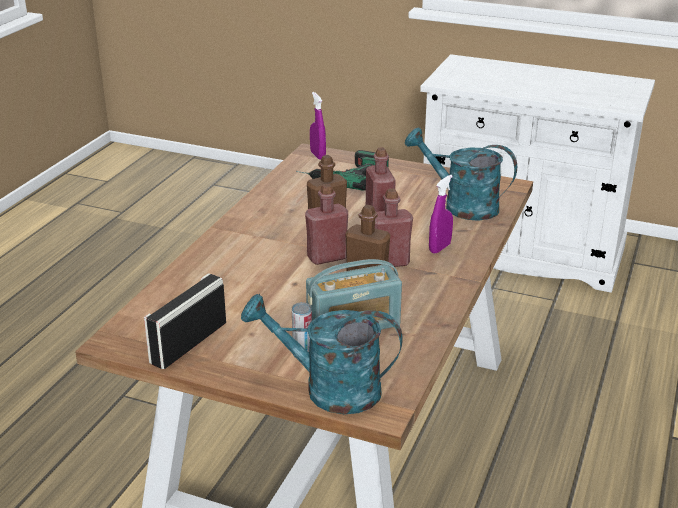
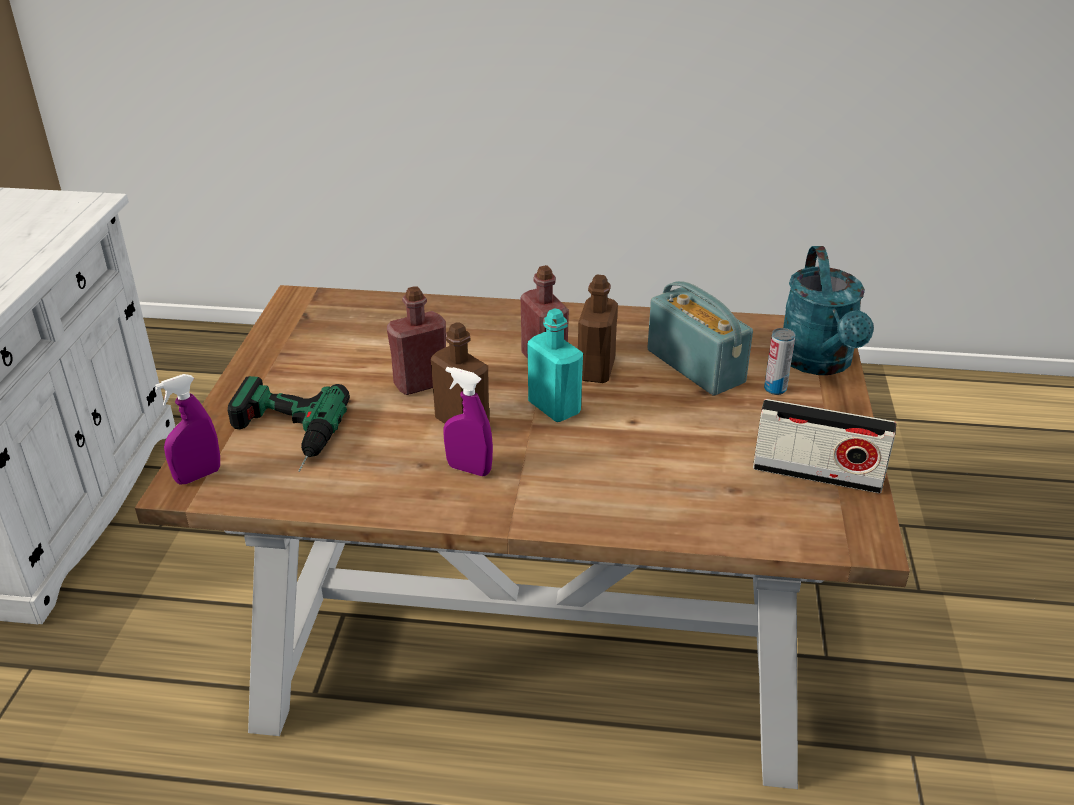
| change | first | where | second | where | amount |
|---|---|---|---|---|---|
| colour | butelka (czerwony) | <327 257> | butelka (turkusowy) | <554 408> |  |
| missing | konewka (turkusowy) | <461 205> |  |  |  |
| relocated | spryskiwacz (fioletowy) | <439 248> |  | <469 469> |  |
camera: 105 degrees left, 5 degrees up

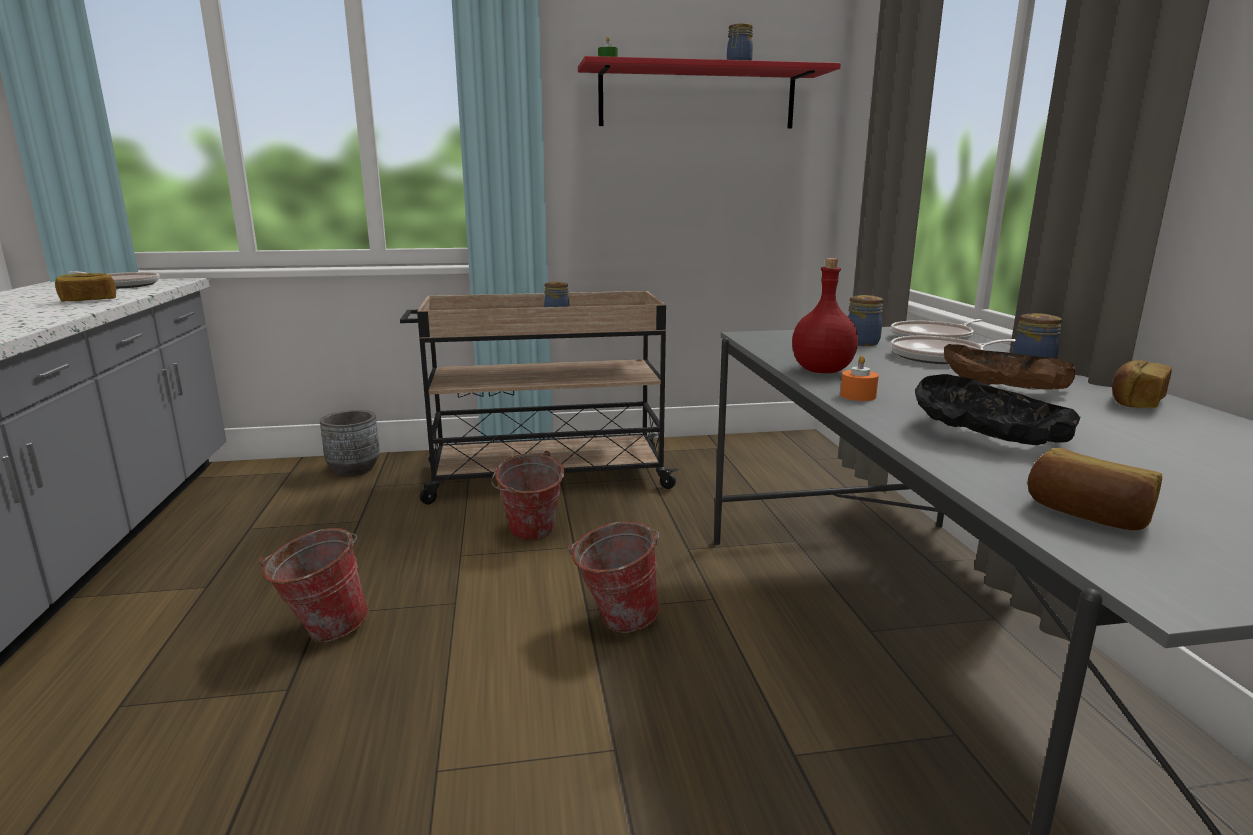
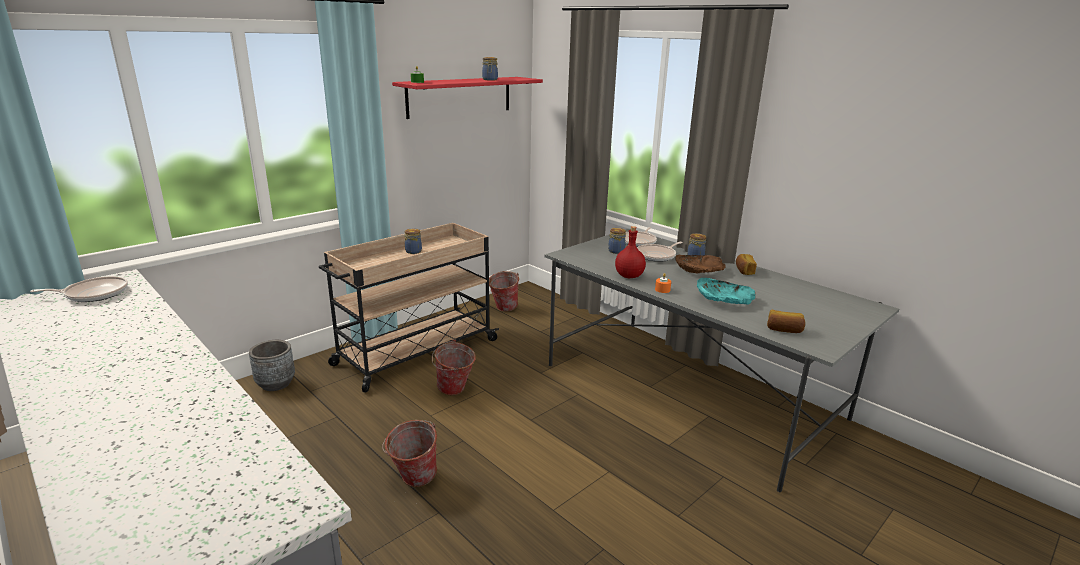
| change | first | where | second | where | amount |
|---|---|---|---|---|---|
| missing | chleb | <89 300> |  |  |  |
| relocated | wiadro | <615 621> |  | <503 309> |  |
| colour | miska (czarny) | <985 432> | miska (turkusowy) | <723 300> |  |
camera: 35 degrees left, 5 degrees up

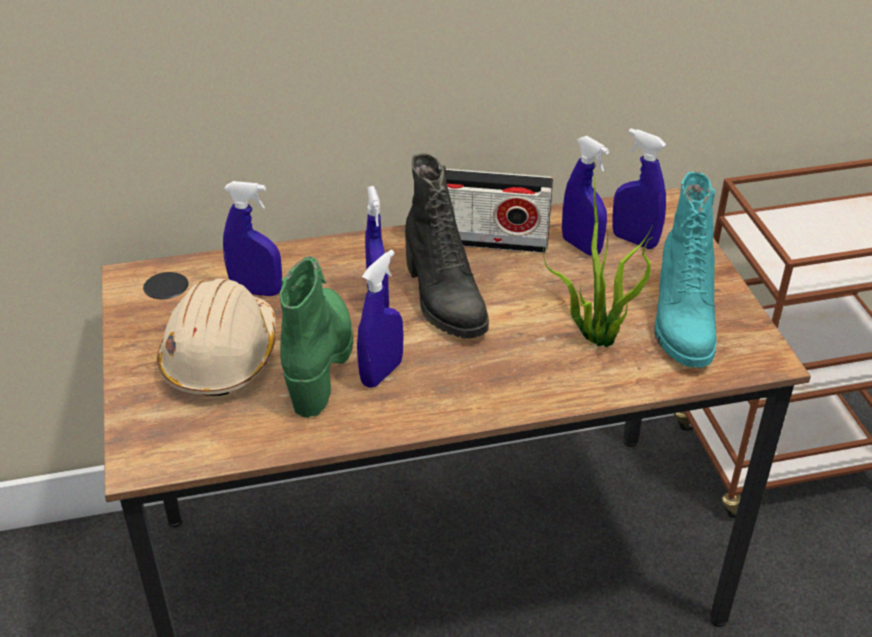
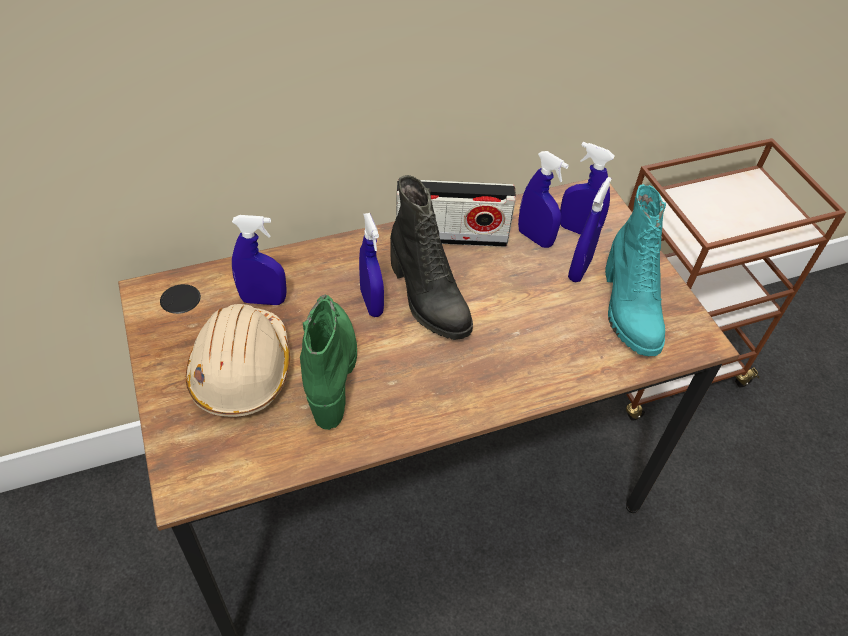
| change | first | where | second | where | amount |
|---|---|---|---|---|---|
| relocated | spryskiwacz (niebieski) | <381 373> |  | <579 270> |  |
| missing | roślina doniczkowa | <595 336> |  |  |  |
camera: 10 degrees left, 10 degrees up

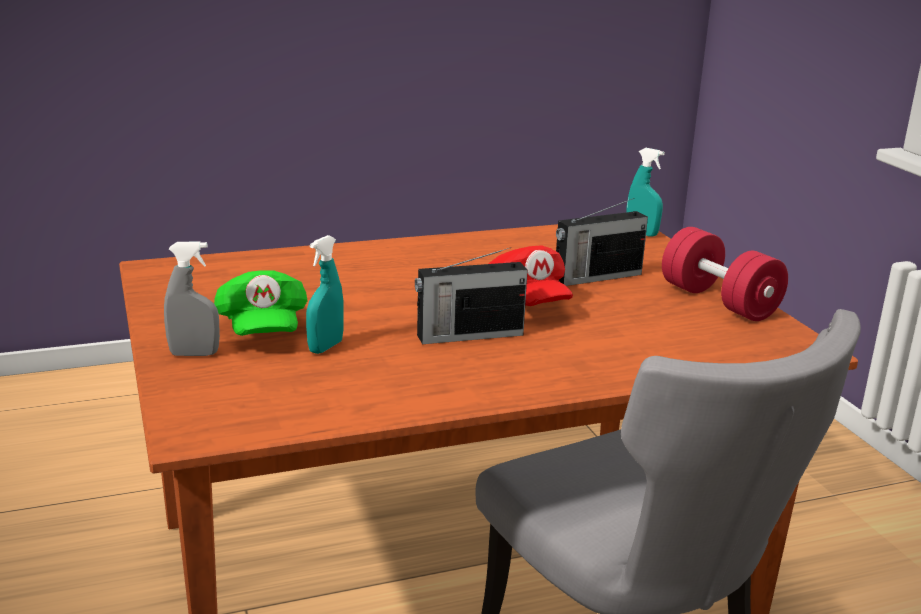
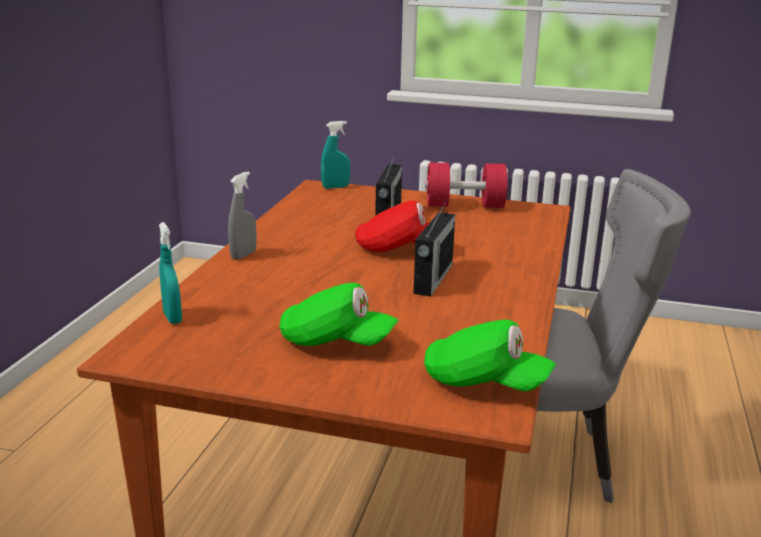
| change | first | where | second | where | amount |
|---|---|---|---|---|---|
| relocated | spryskiwacz (szary) | <194 354> |  | <243 255> |  |
| relocated | spryskiwacz (turkusowy) | <325 347> |  | <172 317> |  |
| appeared |  |  | czapka z daszkiem (zielony) | <484 383> |  |
camera: 55 degrees left, 0 degrees up

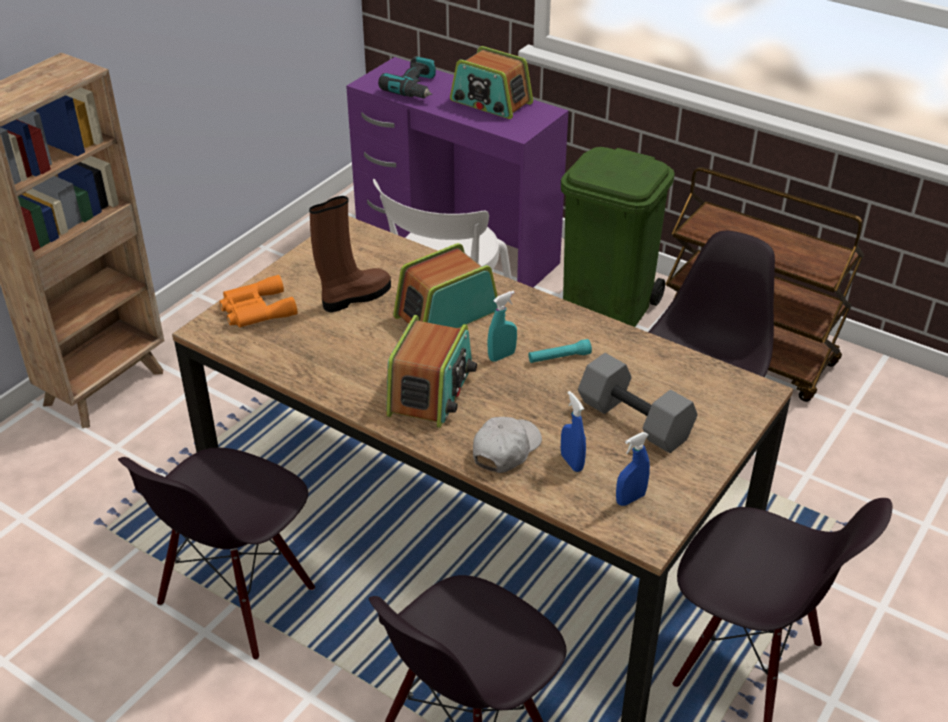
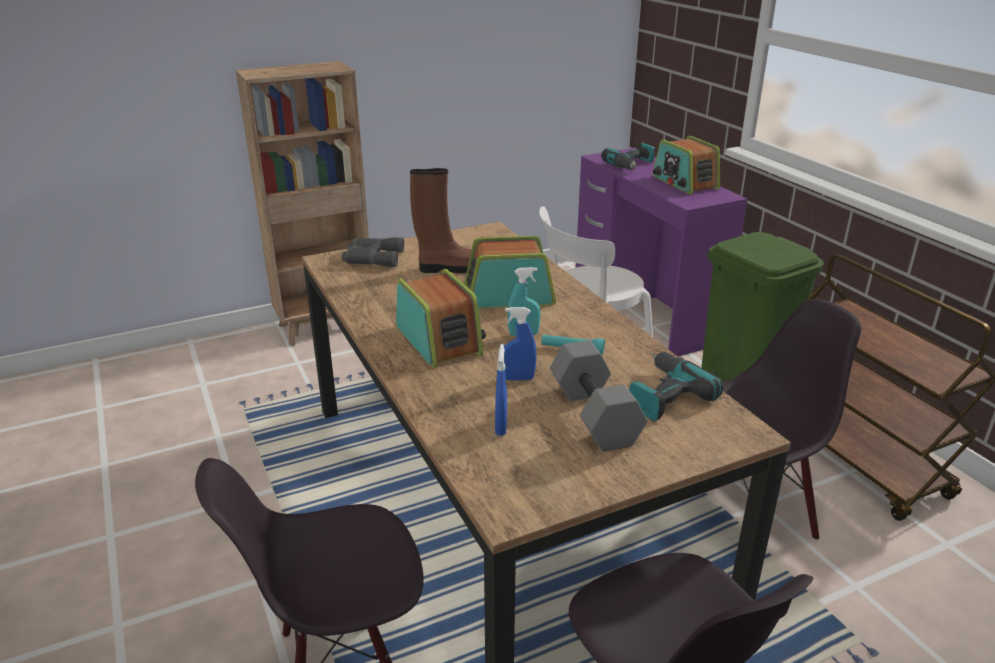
| change | first | where | second | where | amount |
|---|---|---|---|---|---|
| missing | krzesło (czarny) | <237 598> |  |  |  |
| colour | lornetka (pomarańczowy) | <255 310> | lornetka (szary) | <372 258> |  |
| spun | radio | <431 391> |  | <439 340> | 75 degrees counterclockwise |
| missing | czapka z daszkiem (biały) | <505 450> |  |  |  |
| relocated | spryskiwacz (niebieski) | <630 499> |  | <518 378> |  |
| appeared |  |  | wiertarka | <664 396> |  |
camera: 30 degrees right, 10 degrees down

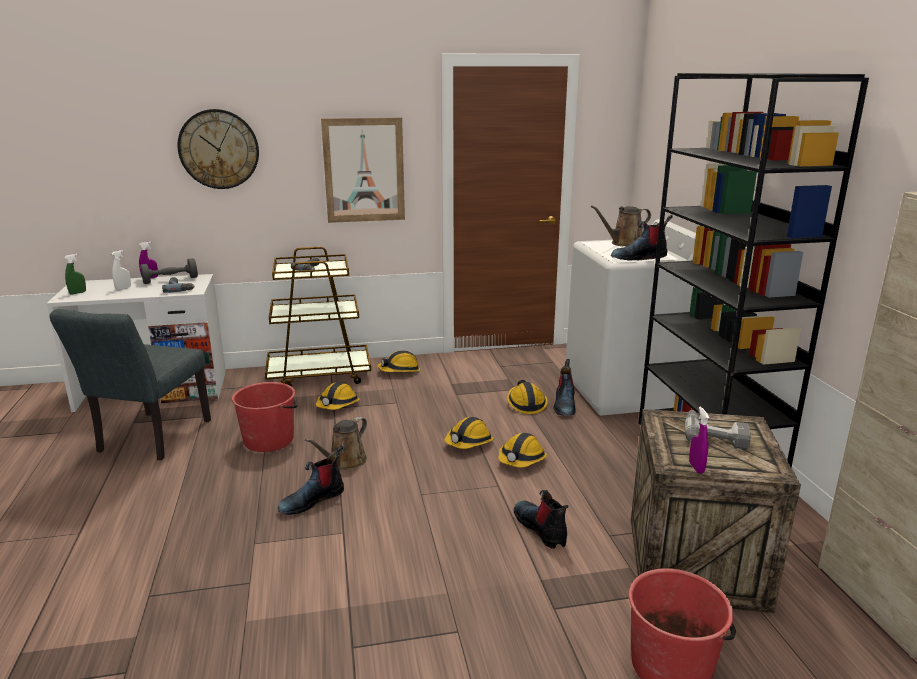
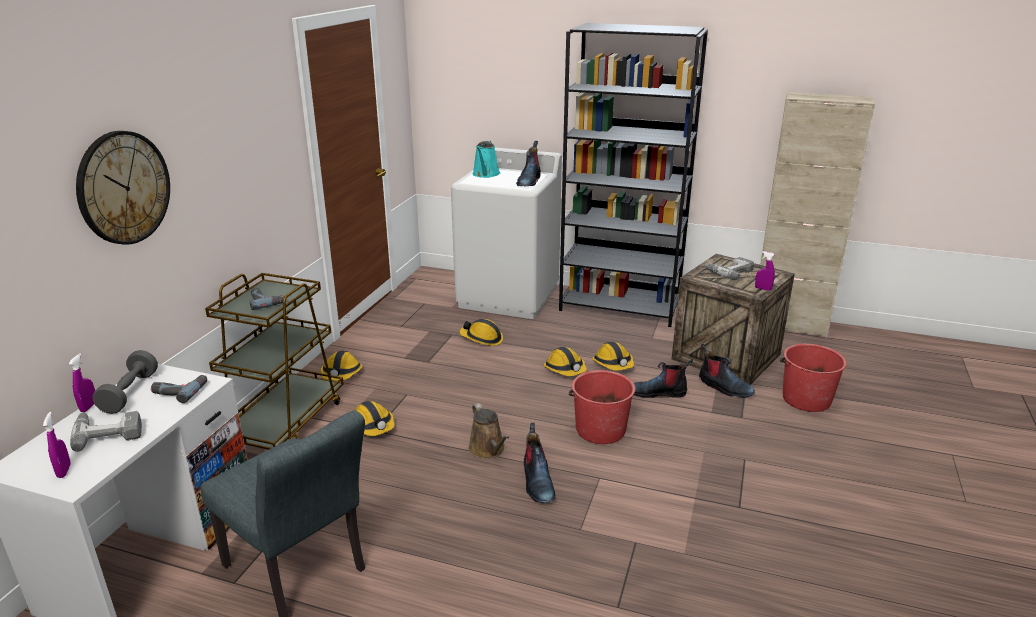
| change | first | where | second | where | amount |
|---|---|---|---|---|---|
| colour | spryskiwacz (zielony) | <78 293> | spryskiwacz (fioletowy) | <64 471> |  |
| exchanged | spryskiwacz (biały) | <123 288> | wiertarka | <108 431> |  |
| relocated | wiadro (czerwony) | <269 440> |  | <600 429> |  |
| missing | obraz | <364 170> |  |  |  |
| relocated | kask | <469 443> |  | <613 364> |  |
| relocated | but z cholewką | <564 405> |  | <724 387> |  |
| colour | konewka (brązowy) | <624 243> | konewka (turkusowy) | <485 174> |  |
camera: 60 degrees left, 5 degrees up

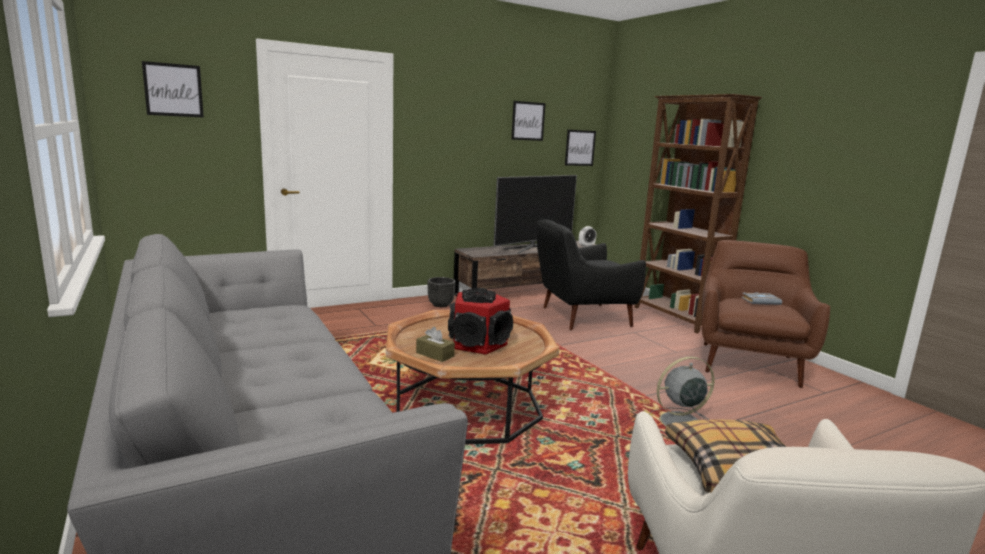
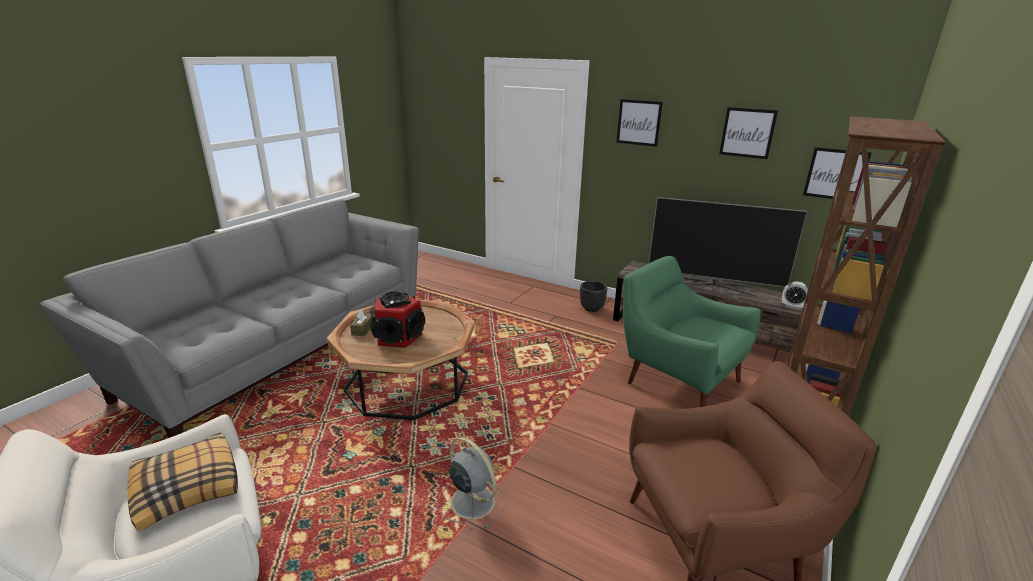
| change | first | where | second | where | amount |
|---|---|---|---|---|---|
| relocated | obraz | <173 90> |  | <639 122> |  |
| colour | fotel (czarny) | <581 317> | fotel (zielony) | <678 380> |  |
| missing | książka (szary) | <761 301> |  |  |  |
camera: 60 degrees right, 10 degrees up

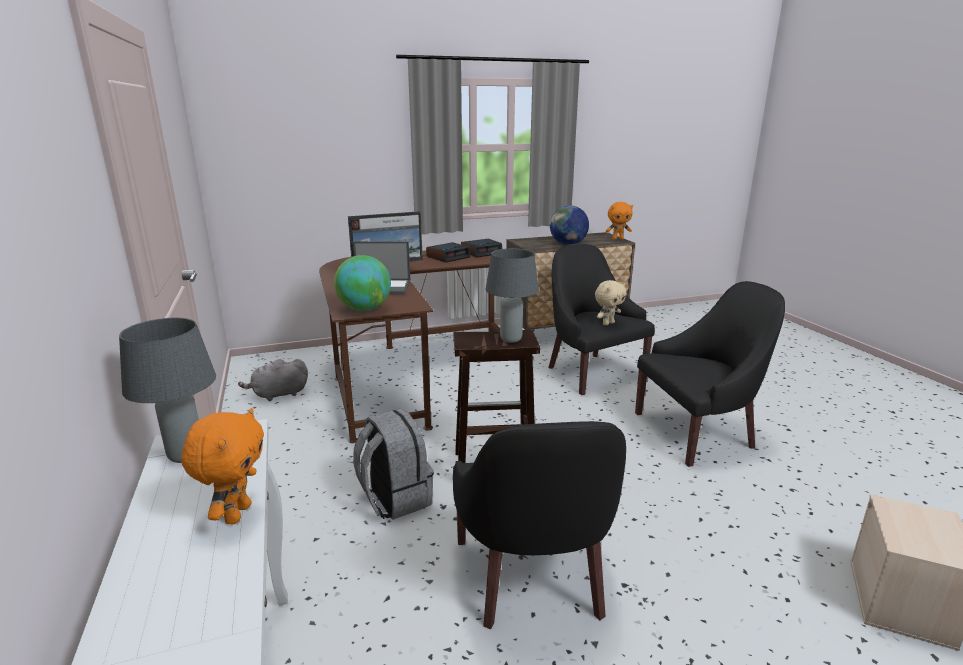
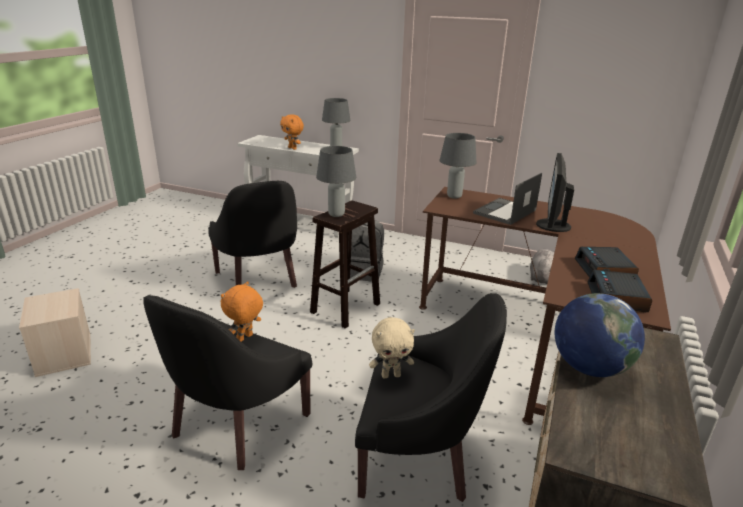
| change | first | where | second | where | amount |
|---|---|---|---|---|---|
| exchanged | globus | <364 309> | lampa stołowa (szary) | <454 196> |  |
| spun | fotel (czarny) | <534 578> |  | <260 279> | 150 degrees counterclockwise |
| spun | pluszak (beżowy) | <608 323> |  | <391 375> | 105 degrees counterclockwise |
| relocated | pluszak (pomarańczowy) | <618 239> |  | <245 338> |  |
camera: 130 degrees right, 5 degrees up

